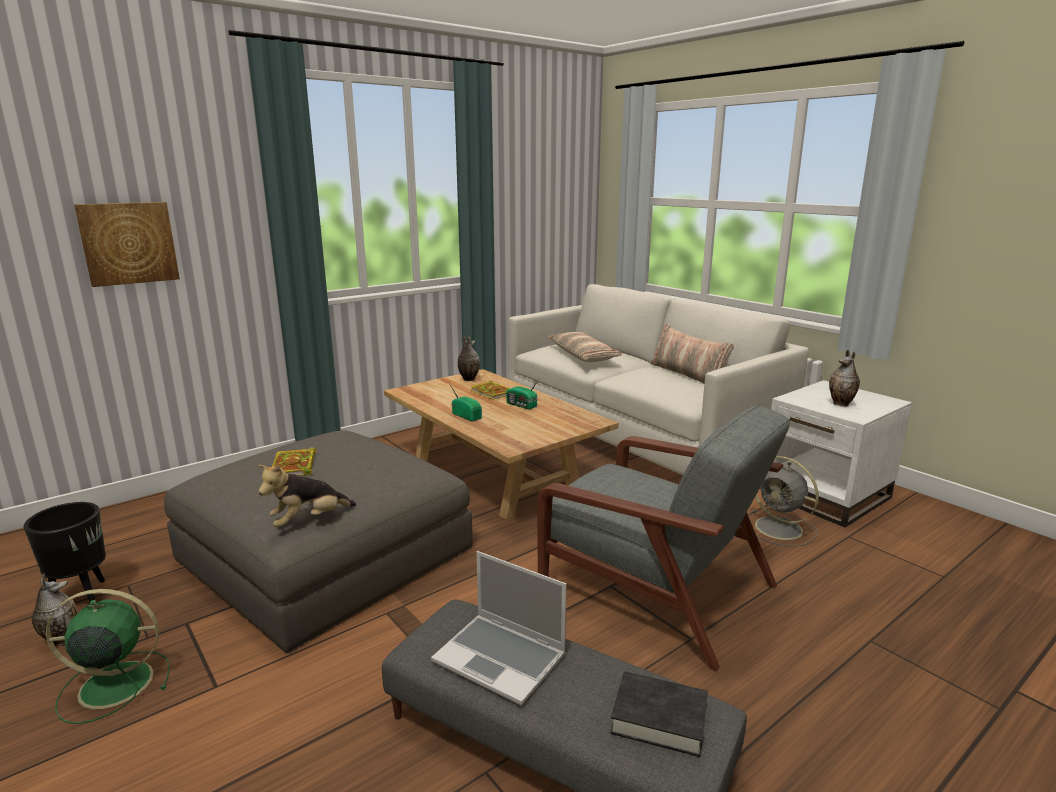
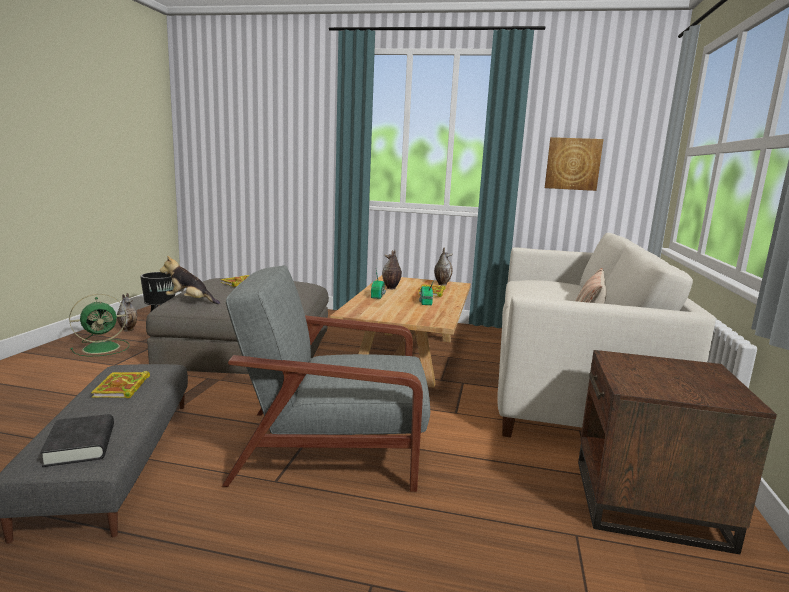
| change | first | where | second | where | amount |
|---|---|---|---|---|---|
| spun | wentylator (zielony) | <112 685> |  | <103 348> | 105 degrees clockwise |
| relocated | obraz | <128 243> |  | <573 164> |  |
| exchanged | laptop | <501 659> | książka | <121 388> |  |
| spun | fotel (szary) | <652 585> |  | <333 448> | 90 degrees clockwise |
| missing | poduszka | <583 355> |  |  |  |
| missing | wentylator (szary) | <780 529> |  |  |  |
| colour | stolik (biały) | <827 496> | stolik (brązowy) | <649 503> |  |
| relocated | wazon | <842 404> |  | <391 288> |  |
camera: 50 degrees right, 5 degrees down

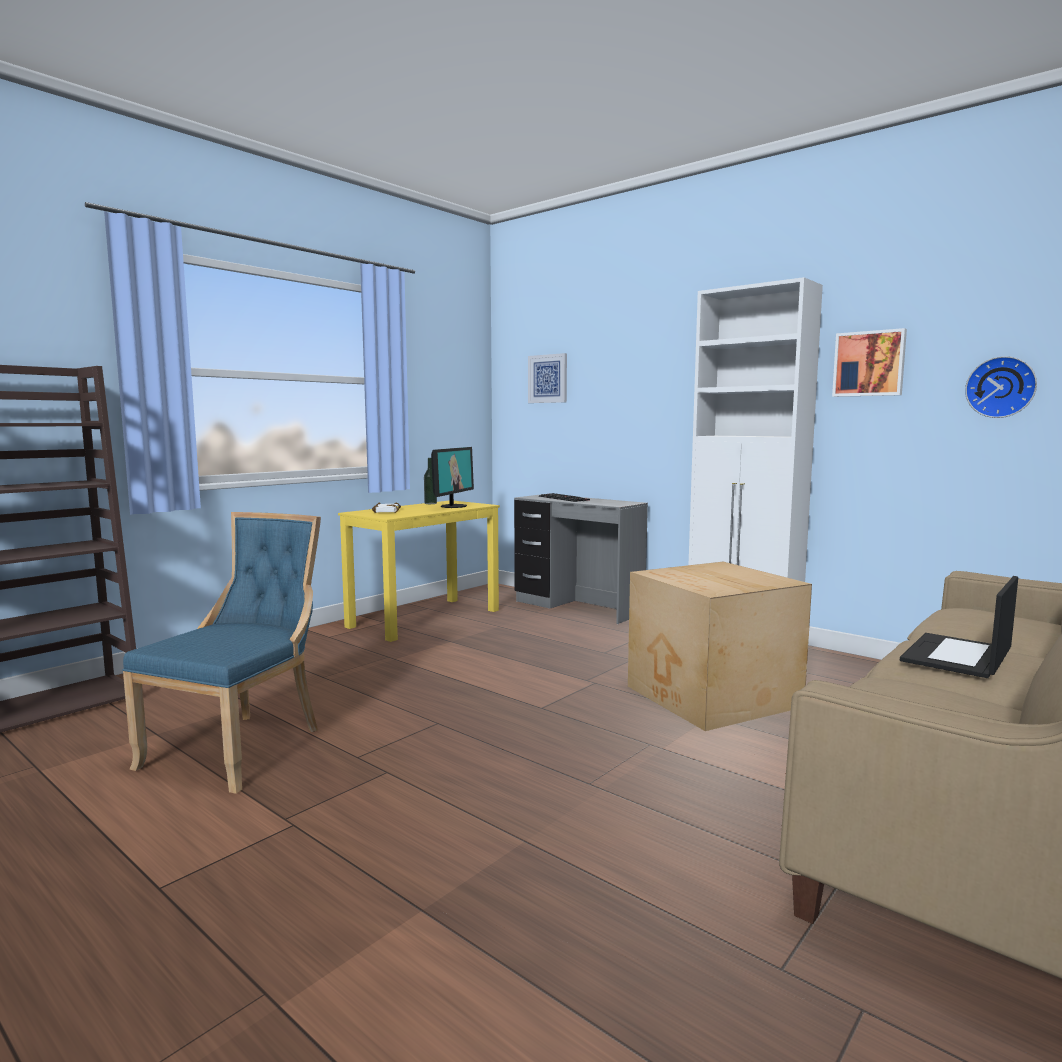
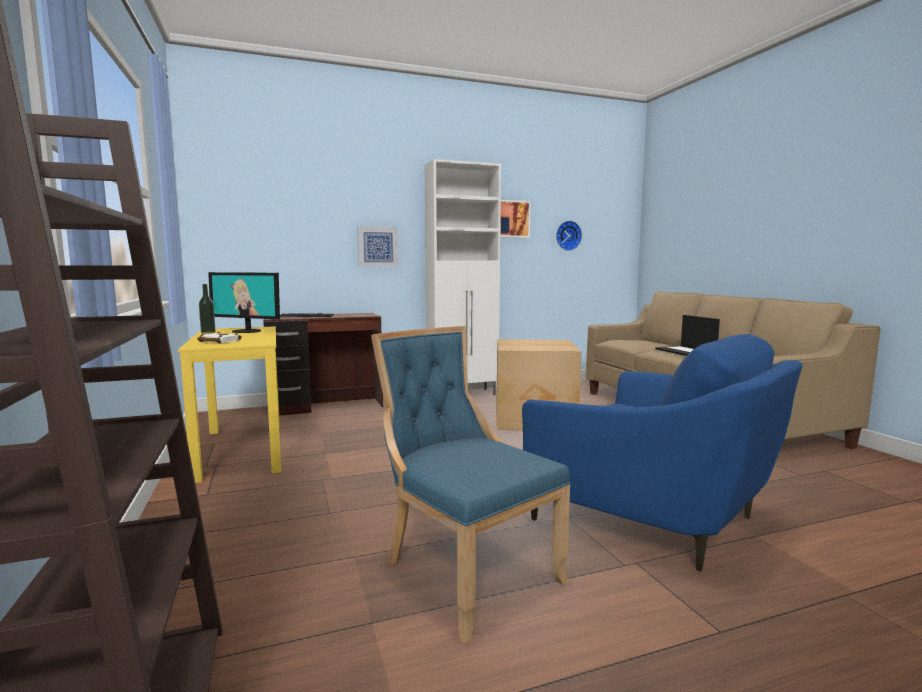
| change | first | where | second | where | amount |
|---|---|---|---|---|---|
| spun | monitor | <453 506> |  | <247 331> | 150 degrees clockwise |
| colour | biurko (szary) | <577 608> | biurko (brązowy) | <326 407> |  |
| relocated | obraz | <548 378> |  | <377 247> |  |
| appeared |  |  | fotel (niebieski) | <654 517> |  |
camera: 60 degrees left, 0 degrees up

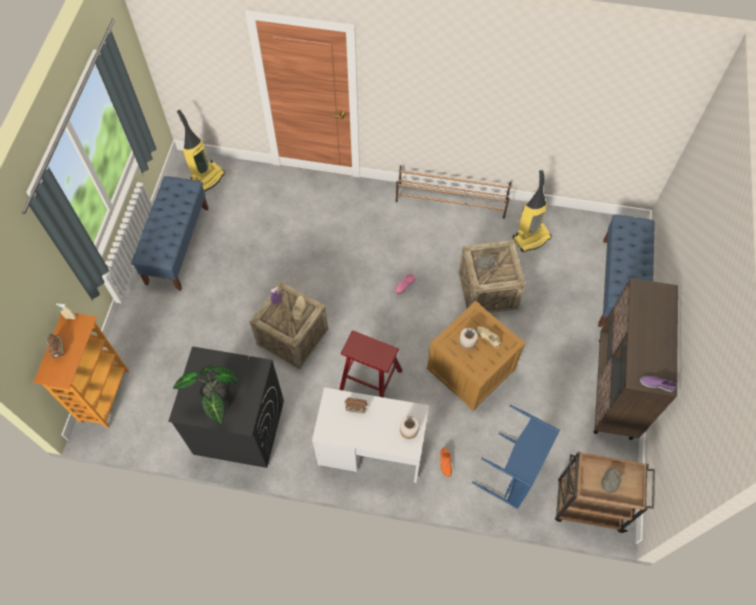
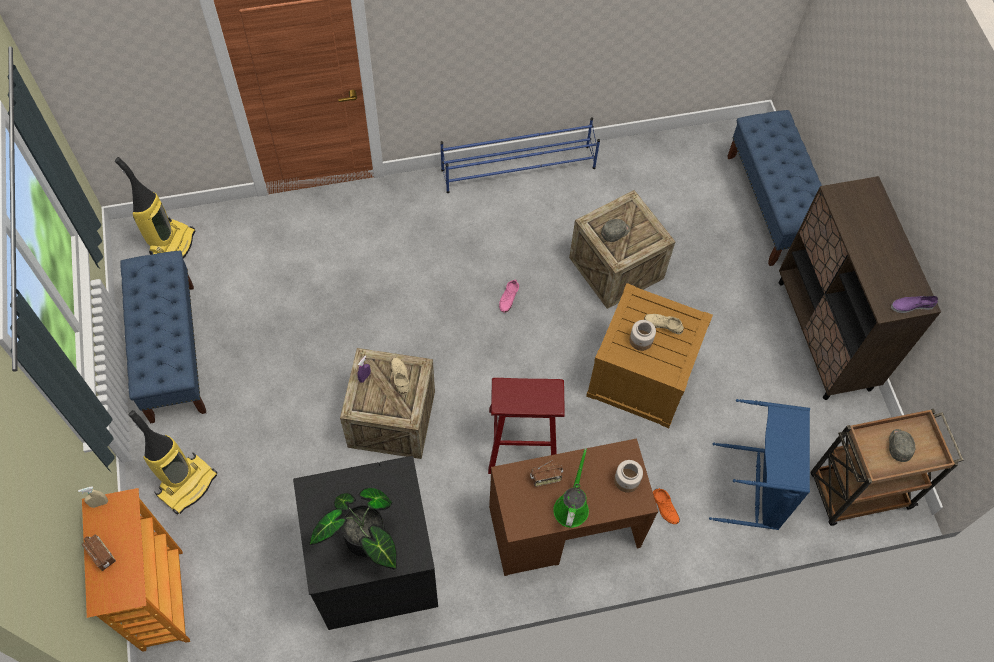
| change | first | where | second | where | amount |
|---|---|---|---|---|---|
| colour | biurko (biały) | <371 449> | biurko (brązowy) | <564 527> |  |
| colour | regał na buty (brązowy) | <451 201> | regał na buty (niebieski) | <519 169> |  |
| relocated | odkurzacz | <531 237> |  | <187 484> |  |
| appeared |  |  | konewka (zielony) | <571 506> |  |
camera: 25 degrees left, 0 degrees up

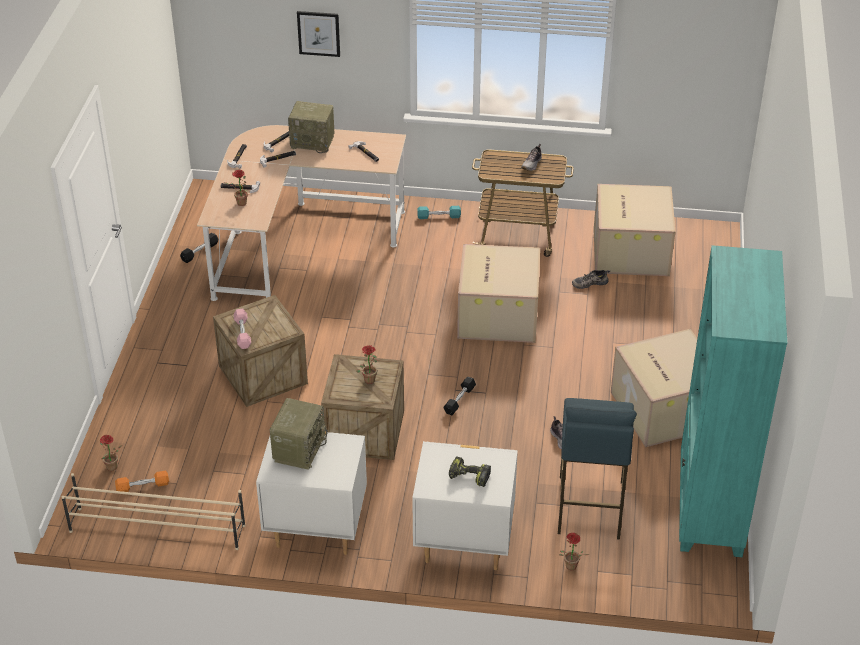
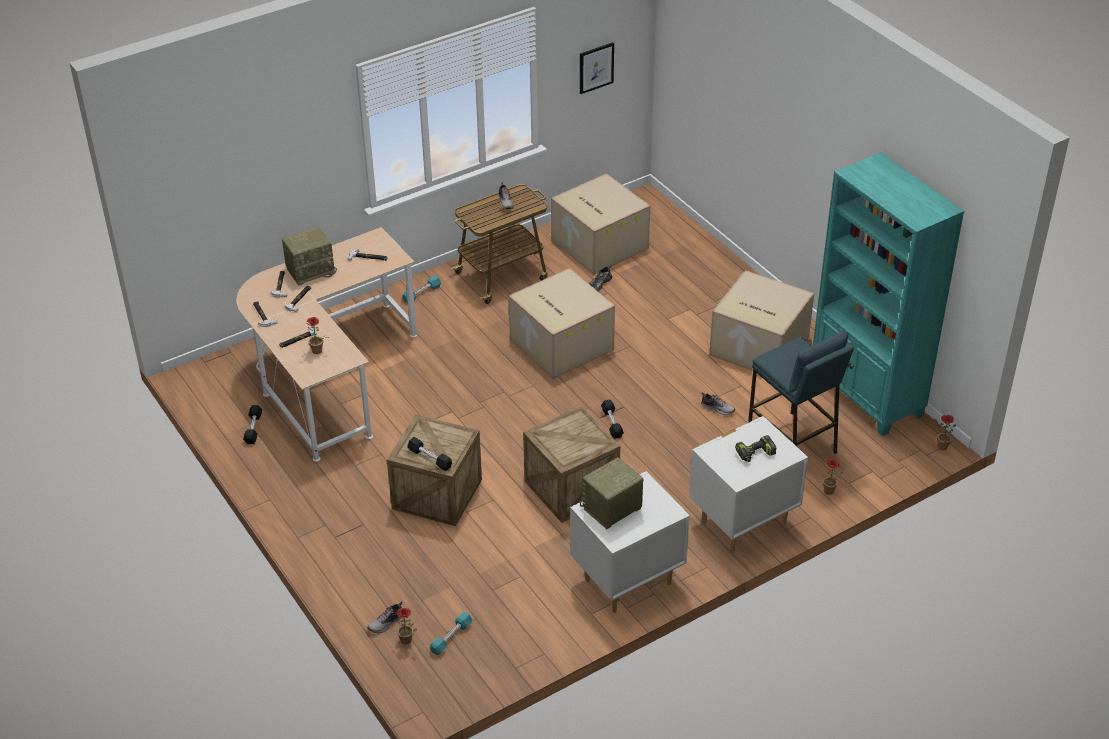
| change | first | where | second | where | amount |
|---|---|---|---|---|---|
| missing | regał na buty (beżowy) | <156 528> |  |  |  |
| colour | hantel (pomarańczowy) | <143 486> | hantel (turkusowy) | <451 637> |  |
| colour | hantel (różowy) | <242 333> | hantel (czarny) | <429 458> |  |
| spun | radio | <299 448> |  | <612 510> | 105 degrees counterclockwise |
| relocated | obraz | <318 33> |  | <596 67> |  |
| relocated | roślina doniczkowa | <369 378> |  | <940 446> |  |
| appeared |  |  | but | <386 623> |  |
camera: 40 degrees left, 0 degrees up

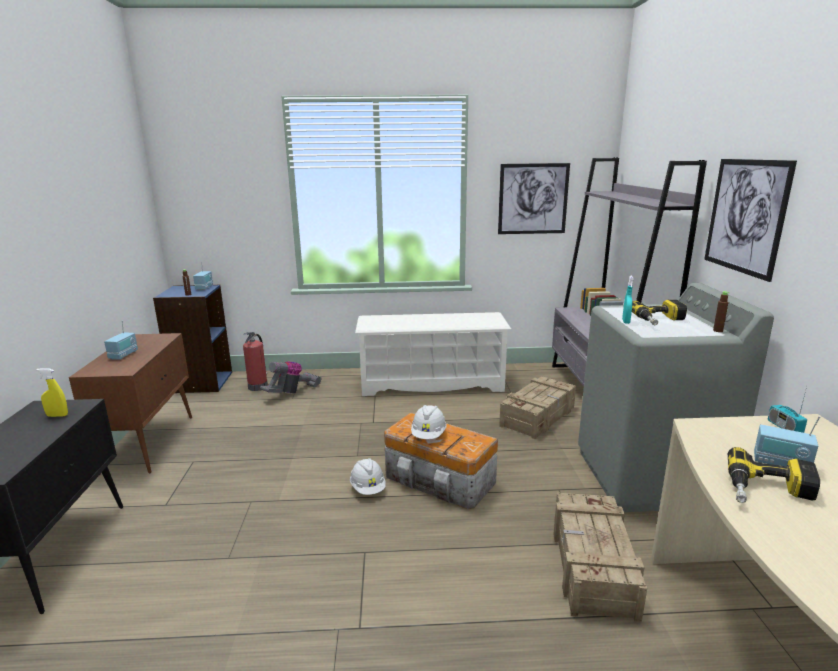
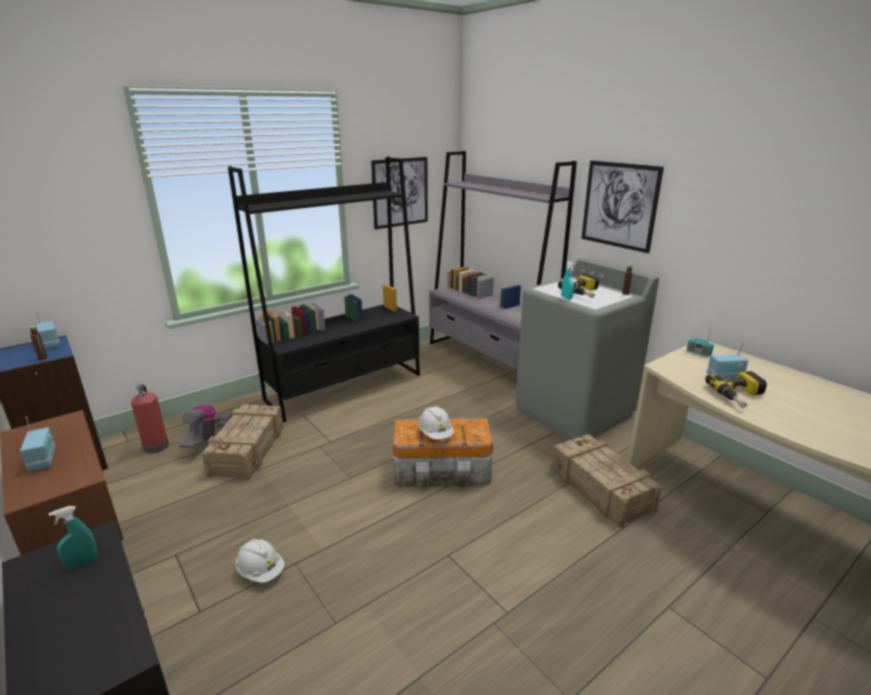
| change | first | where | second | where | amount |
|---|---|---|---|---|---|
| colour | spryskiwacz (żółty) | <57 415> | spryskiwacz (turkusowy) | <82 563> |  |
| relocated | kask (biały) | <368 488> |  | <261 571> |  |
| exchanged | regał na buty (biały) | <432 383> | regał (czarny) | <345 387> |  |
| relocated | skrzynka | <538 416> |  | <248 450> |  |
camera: 35 degrees left, 5 degrees up

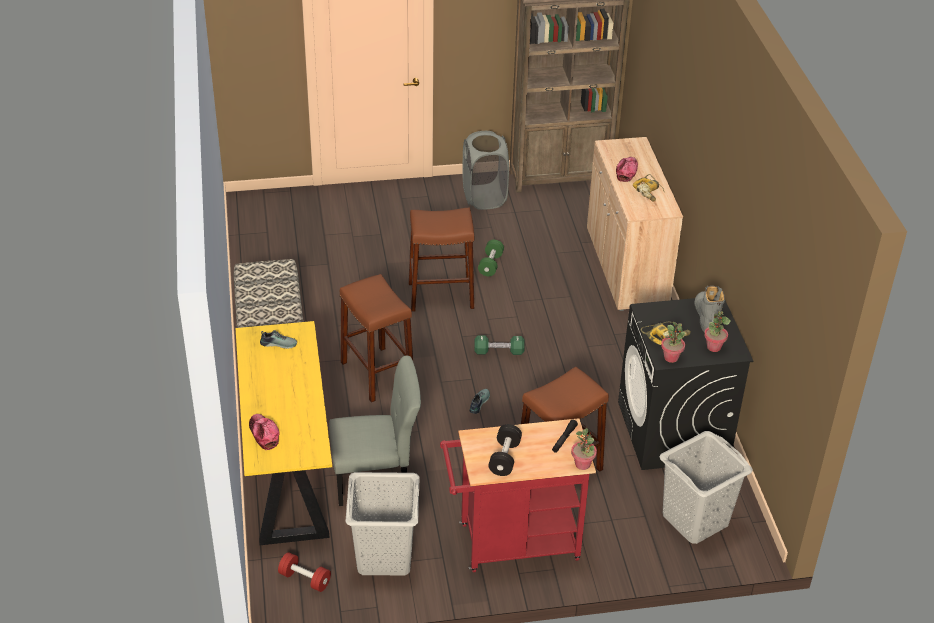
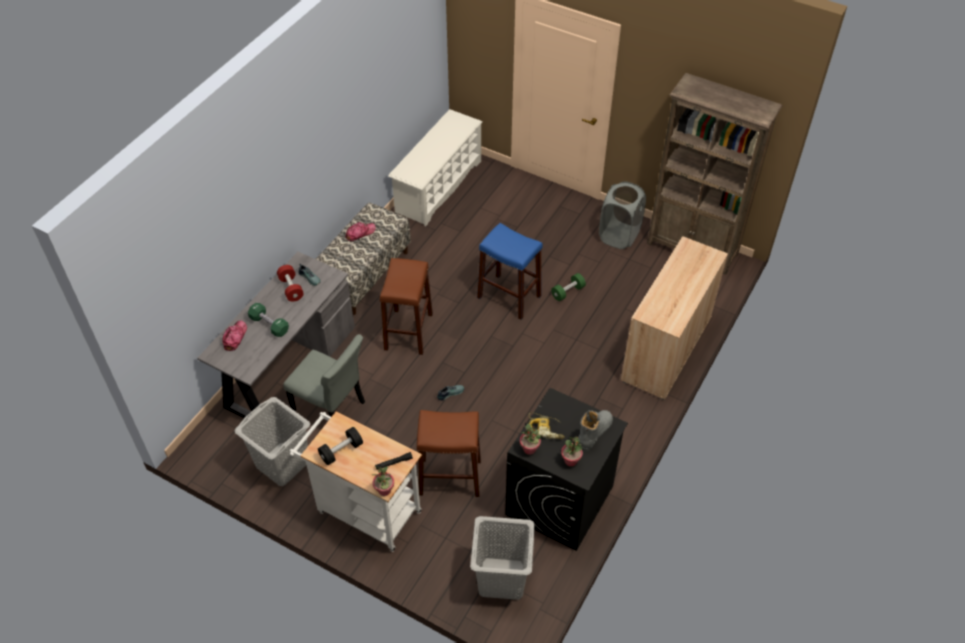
| change | first | where | second | where | amount |
|---|---|---|---|---|---|
| colour | biurko (żółty) | <287 471> | biurko (szary) | <287 367> |  |
| relocated | hantel (czerwony) | <305 579> |  | <291 288> |  |
| colour | stołek (brązowy) | <441 295> | stołek (niebieski) | <509 297> |  |
| colour | wózek (czerwony) | <511 544> | wózek (biały) | <364 509> |  |
| relocated | hantel (zielony) | <499 352> |  | <269 325> |  |
| relocated | czapka z daszkiem | <627 171> |  | <360 233> |  |
| missing | wiertarka | <649 191> |  |  |  |
| appeared |  |  | regał na buty (biały) | <438 186> |  |
camera: 40 degrees right, 10 degrees up

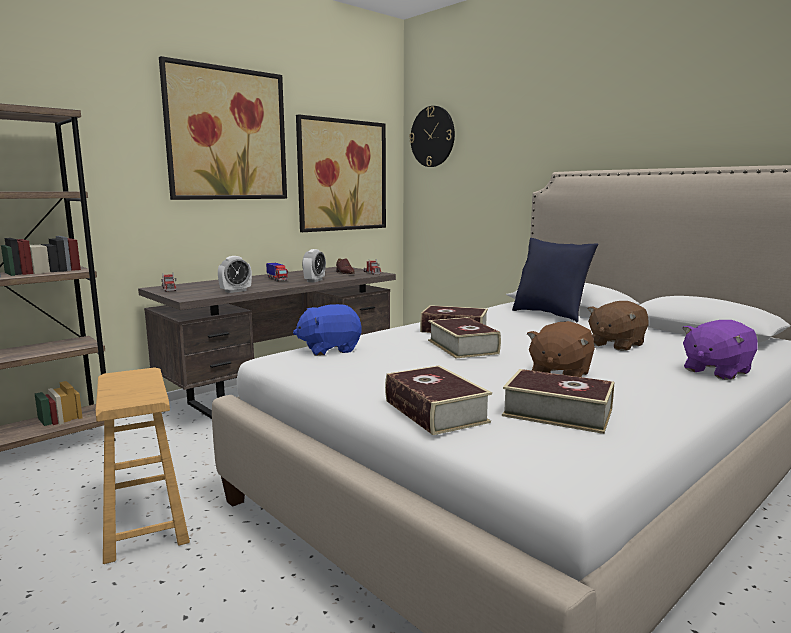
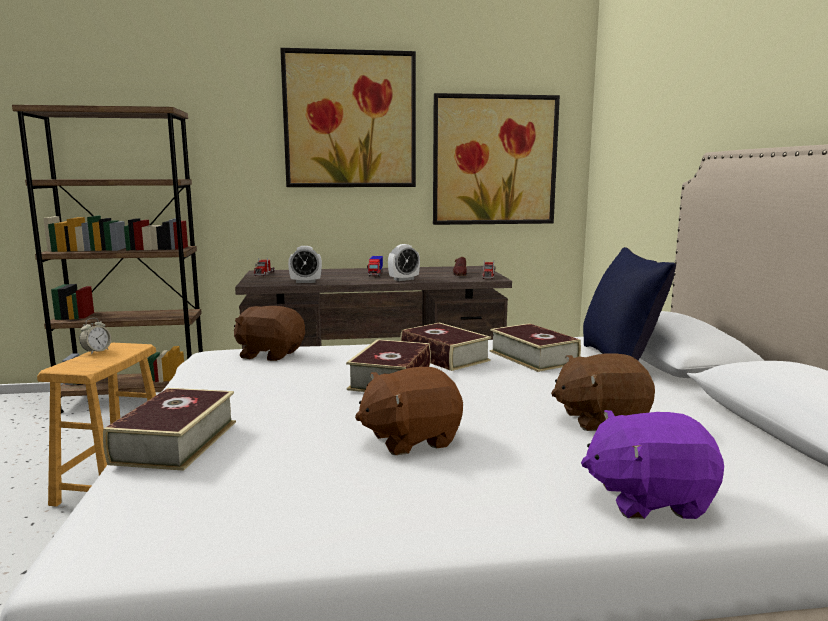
| change | first | where | second | where | amount |
|---|---|---|---|---|---|
| colour | pluszak (niebieski) | <329 349> | pluszak (brązowy) | <270 354> |  |
| missing | zegar ścienny | <432 136> |  |  |  |
| relocated | książka | <557 412> |  | <533 357> |  |
| appeared |  |  | budzik | <96 351> |  |
camera: 35 degrees right, 0 degrees up

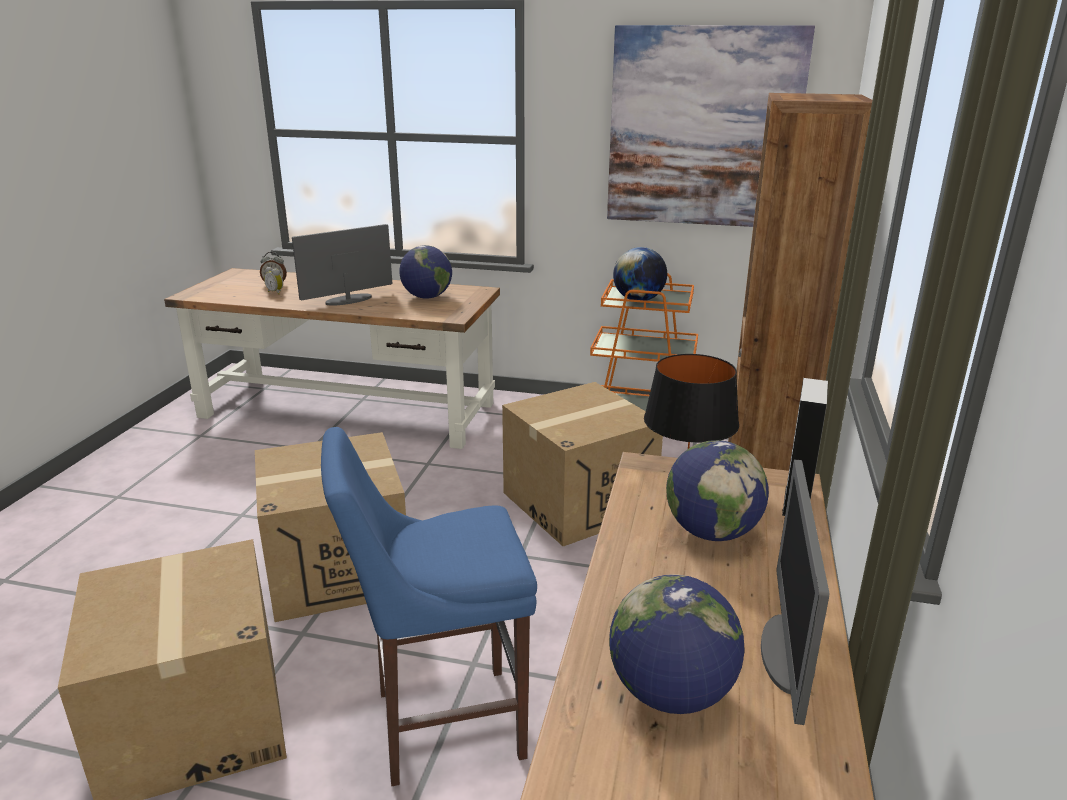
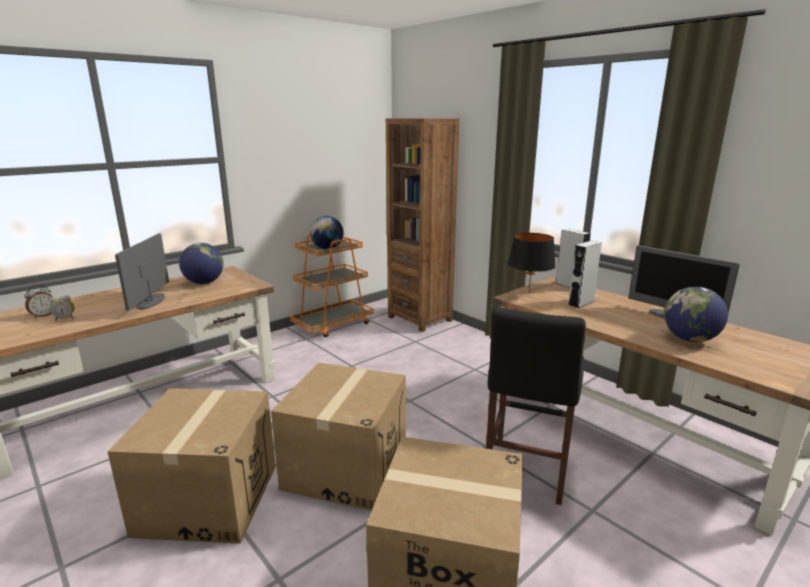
| change | first | where | second | where | amount |
|---|---|---|---|---|---|
| colour | stołek (niebieski) | <440 724> | stołek (czarny) | <525 473> |  |
| relocated | karton | <578 502> |  | <208 498> |  |
| missing | obraz | <703 128> |  |  |  |
| exchanged | globus | <711 532> | głośnik (szary) | <581 303> |  |
camera: 55 degrees left, 5 degrees down

